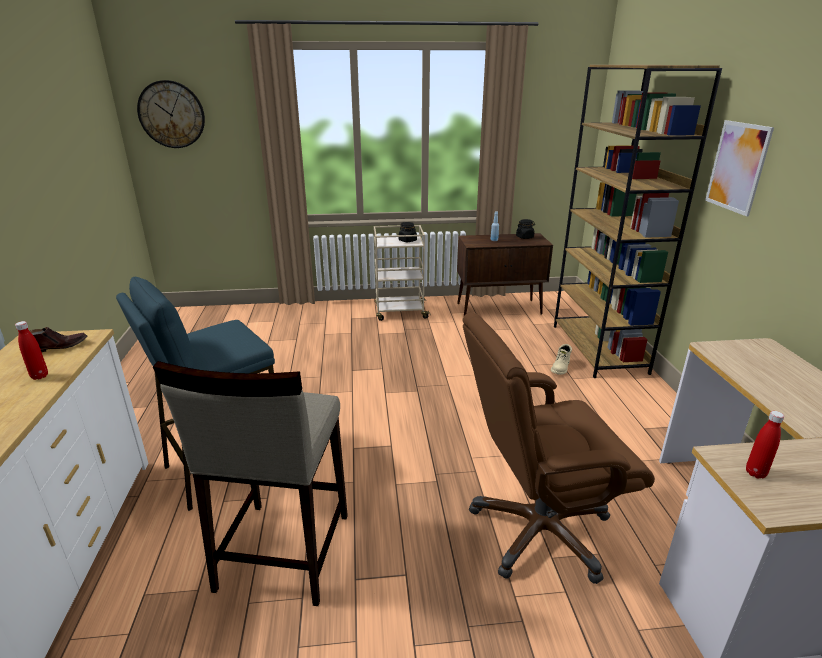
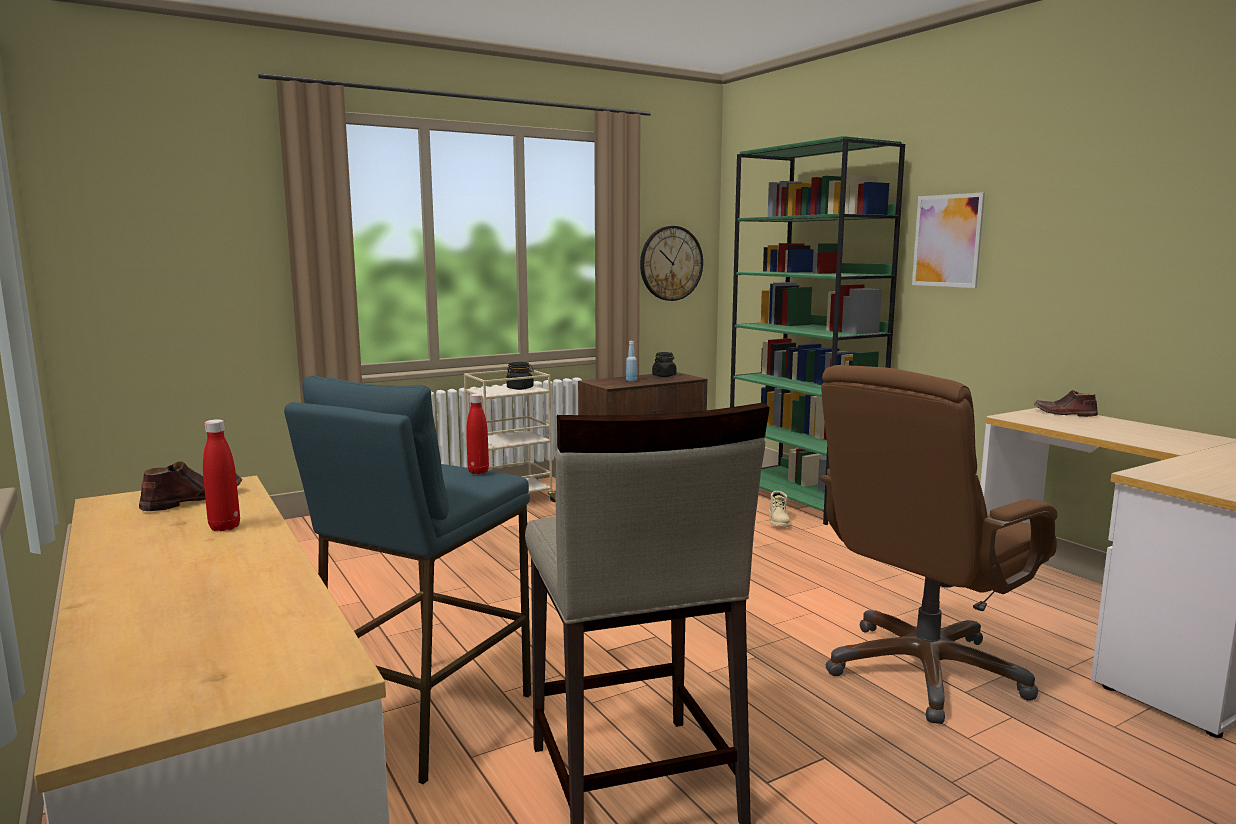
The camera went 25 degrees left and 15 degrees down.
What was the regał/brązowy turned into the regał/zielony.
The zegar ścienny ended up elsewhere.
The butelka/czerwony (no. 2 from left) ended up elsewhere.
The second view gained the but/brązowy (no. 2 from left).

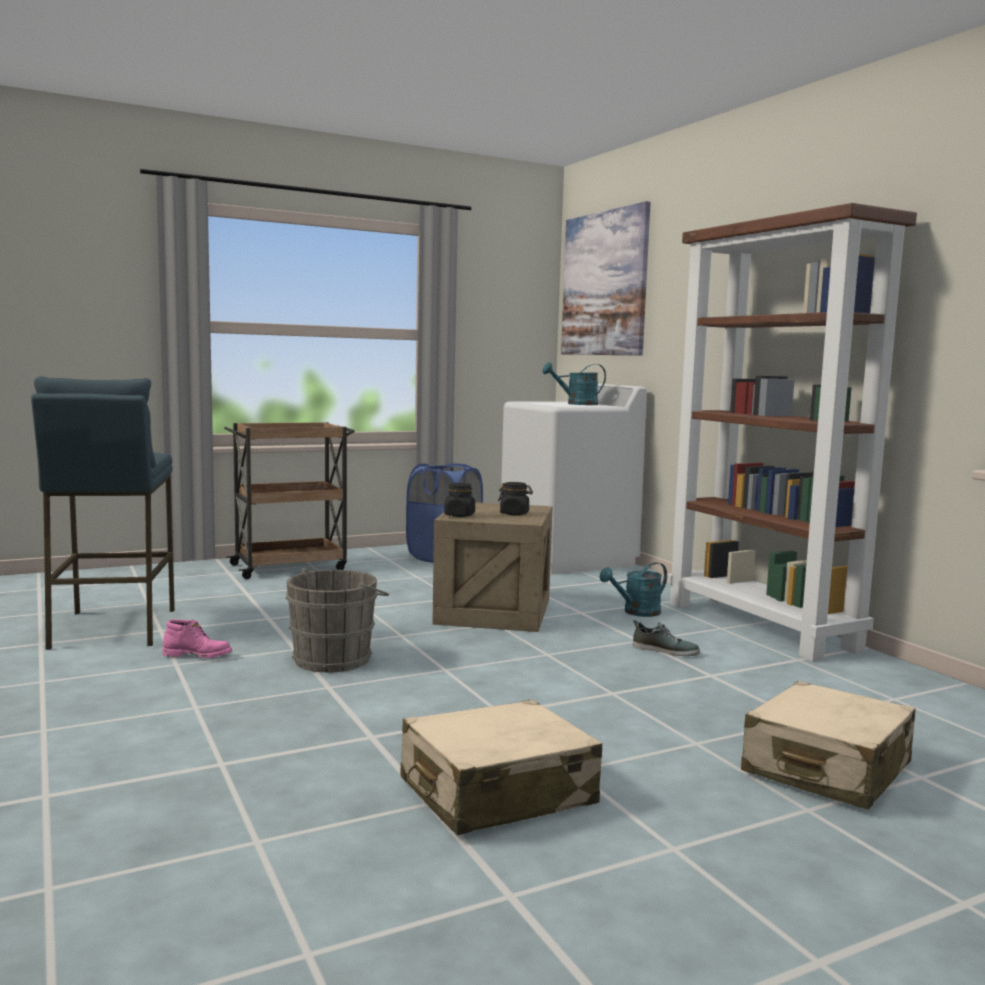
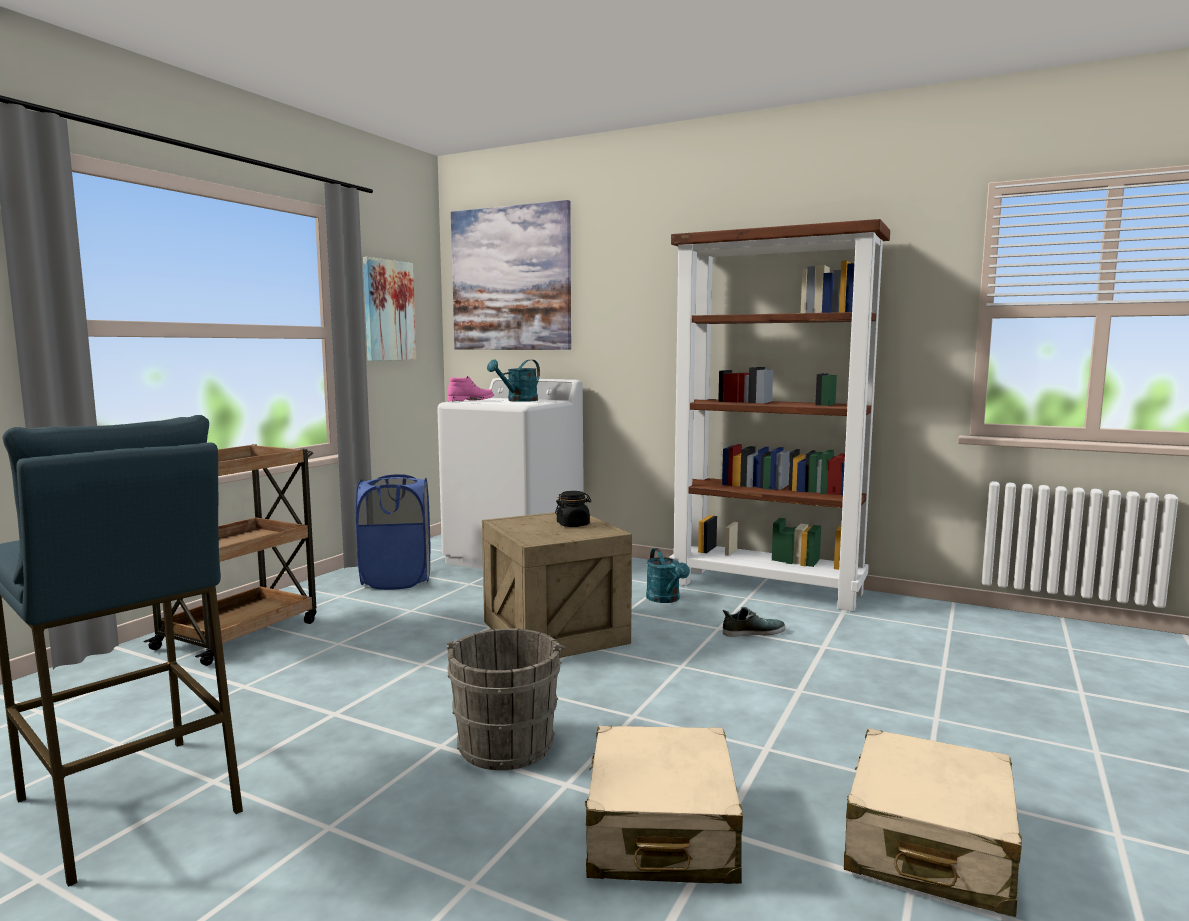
The camera went 35 degrees left and 0 degrees up.
The second view lost the słoik/czarny (no. 1 from left).
The konewka/turkusowy (no. 2 from left) ended up facing another way, 45 degrees counterclockwise from before.
The but z cholewką/różowy ended up elsewhere.
The walizka/beżowy (no. 2 from left in the first image) ended up elsewhere.
The second view gained the obraz (no. 1 from left).

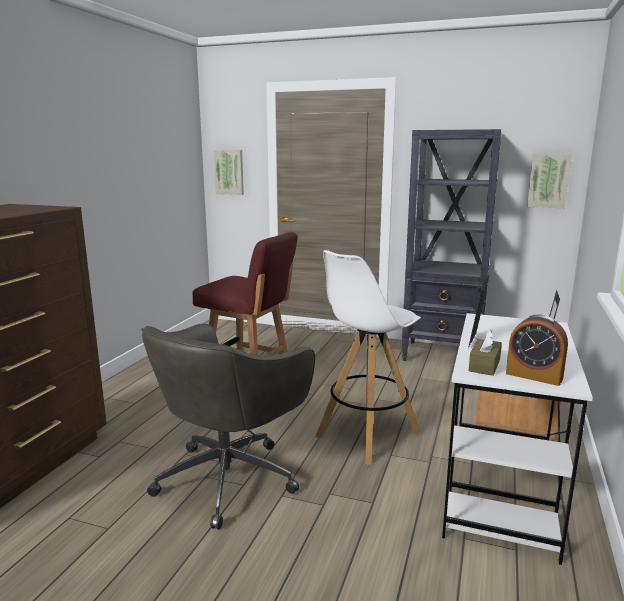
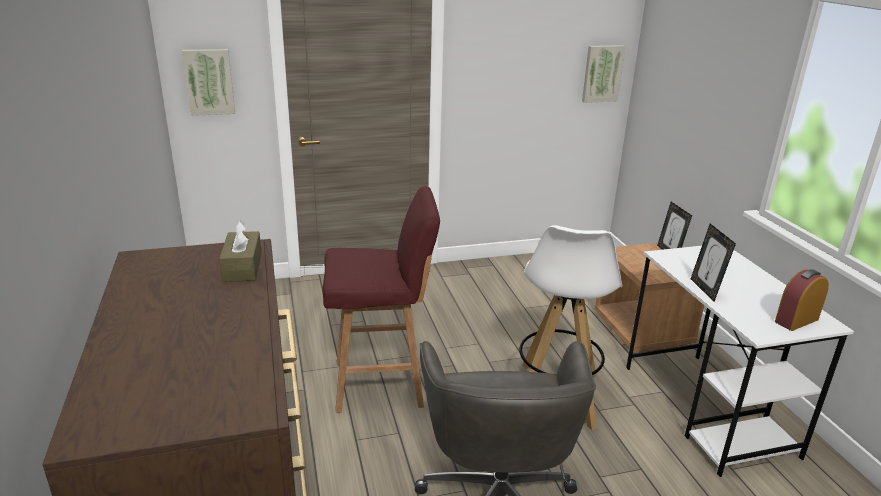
The camera went 35 degrees left and 10 degrees up.
The second view lost the regał/czarny.
The budzik ended up facing another way, 150 degrees clockwise from before.
The pudełko chusteczek/brązowy ended up elsewhere.

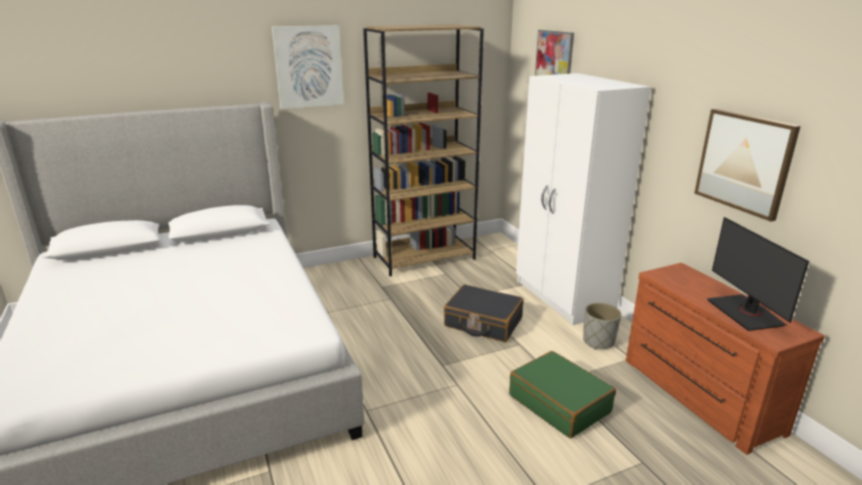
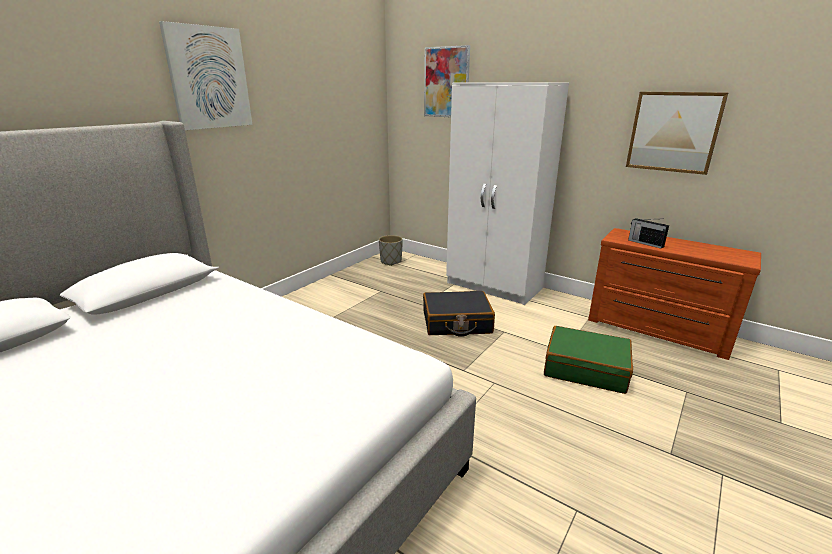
The camera went 30 degrees left and 0 degrees up.
The second view lost the regał/brązowy.
The second view lost the monitor.
The donica/szary ended up elsewhere.
The second view gained the radio.

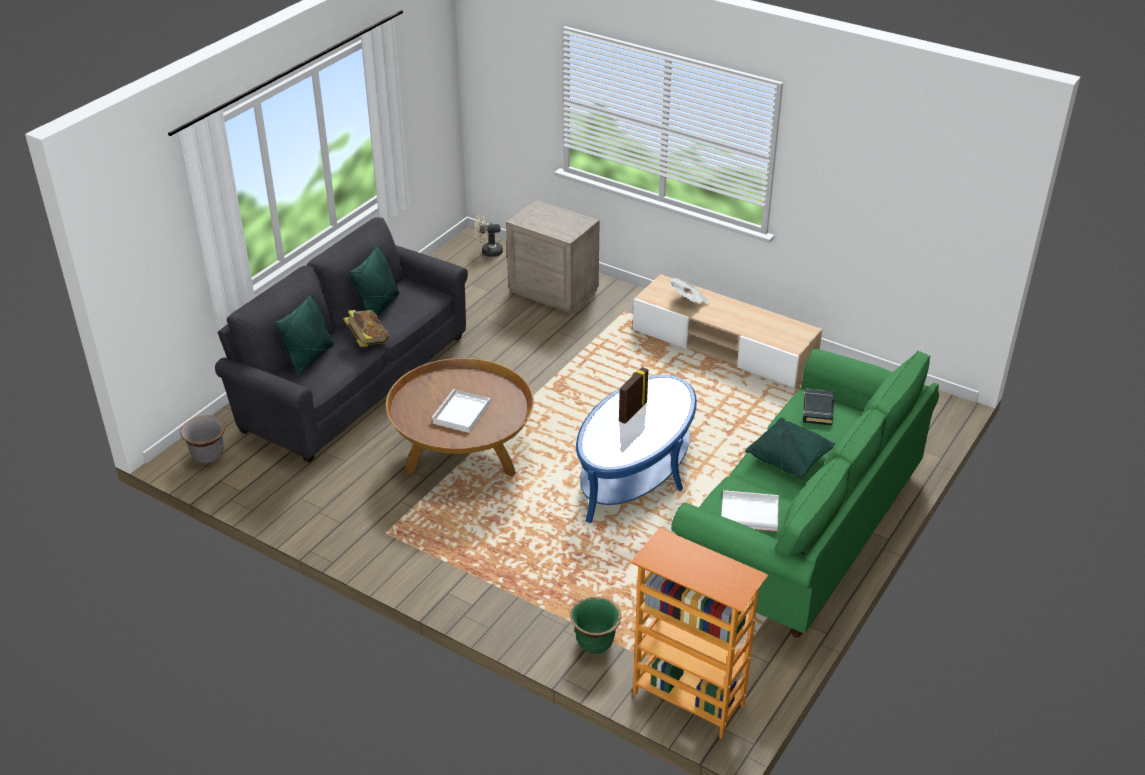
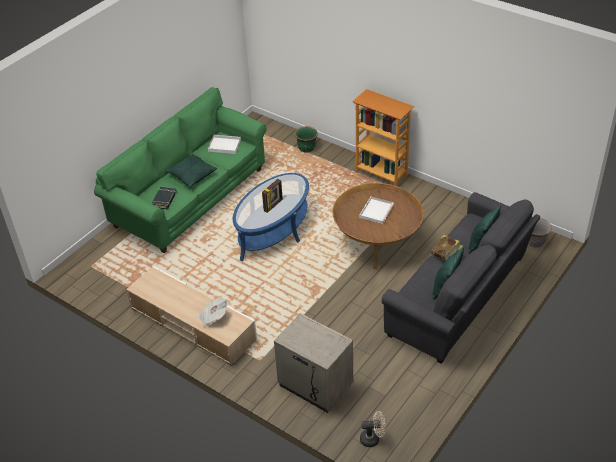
The camera went 175 degrees left and 5 degrees up.
The regał ended up elsewhere.

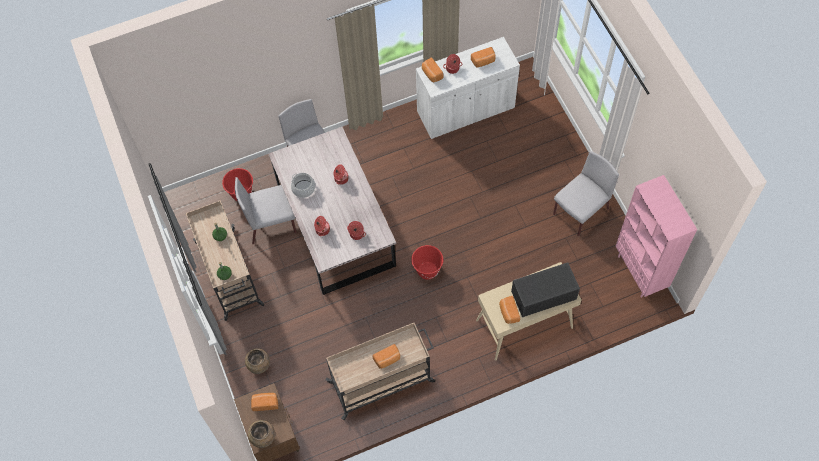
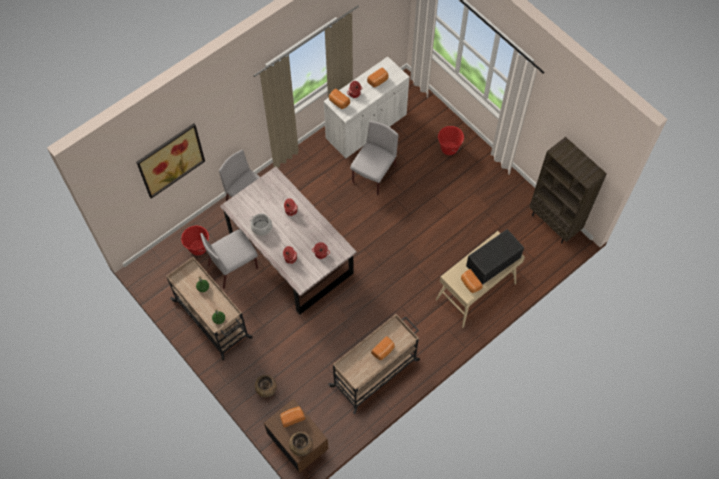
The camera went 20 degrees left and 0 degrees up.
The krzesło/szary (no. 3 from left) ended up elsewhere.
What was the regał/różowy turned into the regał/brązowy.
The wiadro/czerwony (no. 2 from left) ended up elsewhere.
The second view gained the obraz.

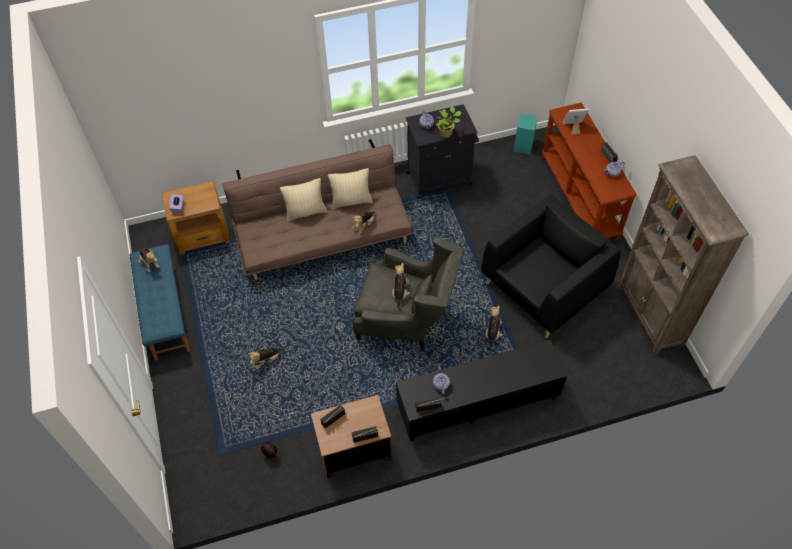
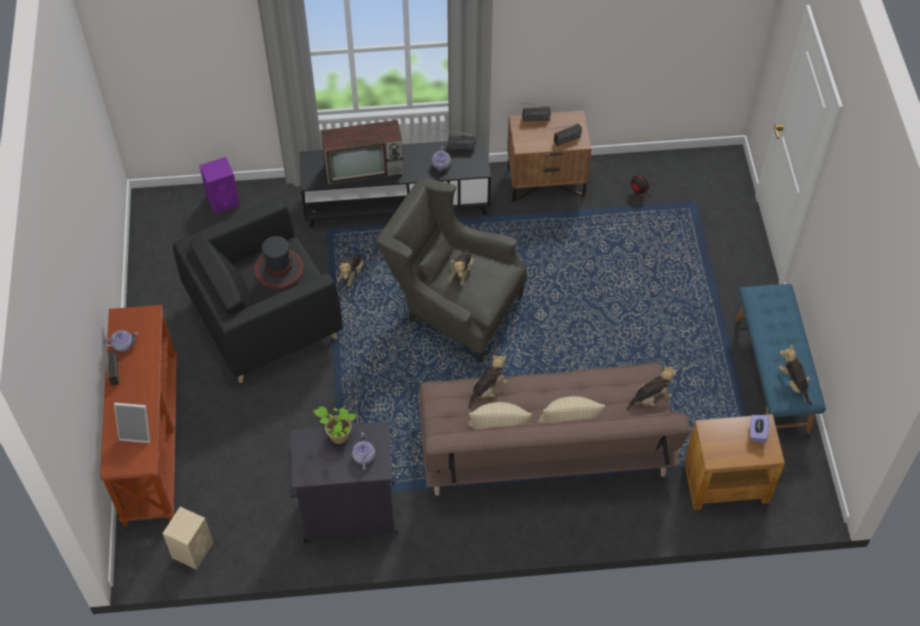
The camera went 170 degrees left and 0 degrees up.
What was the głośnik/turkusowy turned into the głośnik/beżowy.
The second view lost the regał/brązowy.
The pluszak (no. 2 from left in the first image) ended up elsewhere.
The second view gained the telewizor.
The second view gained the głośnik/fioletowy.
The second view gained the kapelusz.

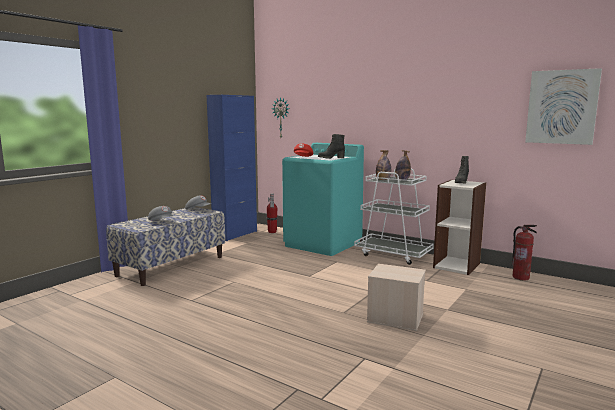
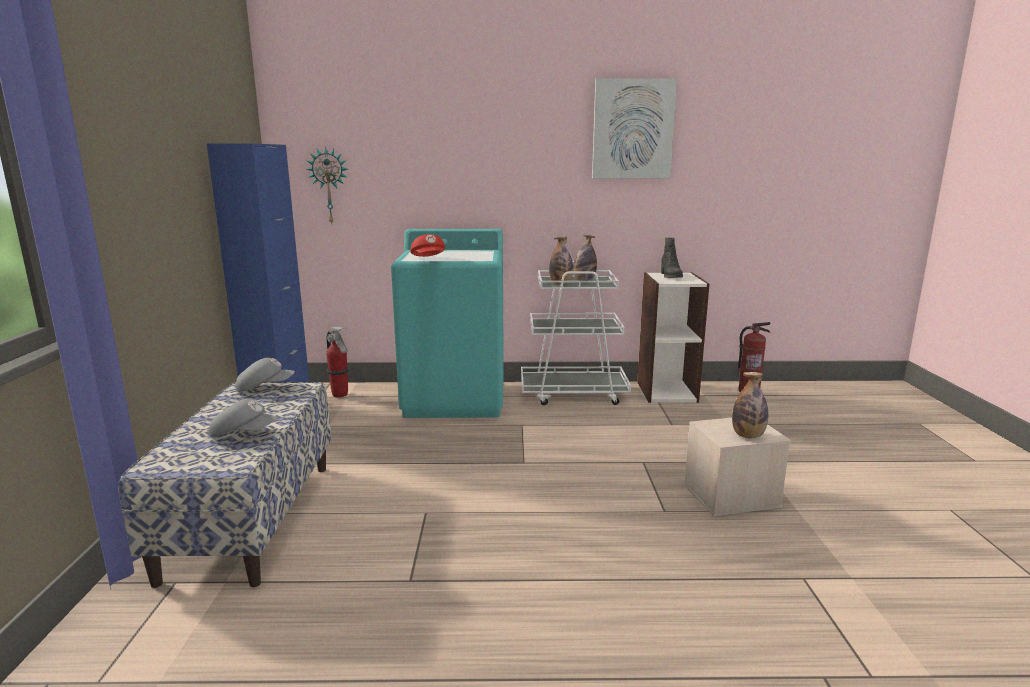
The camera went 35 degrees left and 5 degrees up.
The obraz ended up elsewhere.
The second view lost the but z cholewką/czarny (no. 1 from left).
The second view gained the butelka (no. 3 from left).

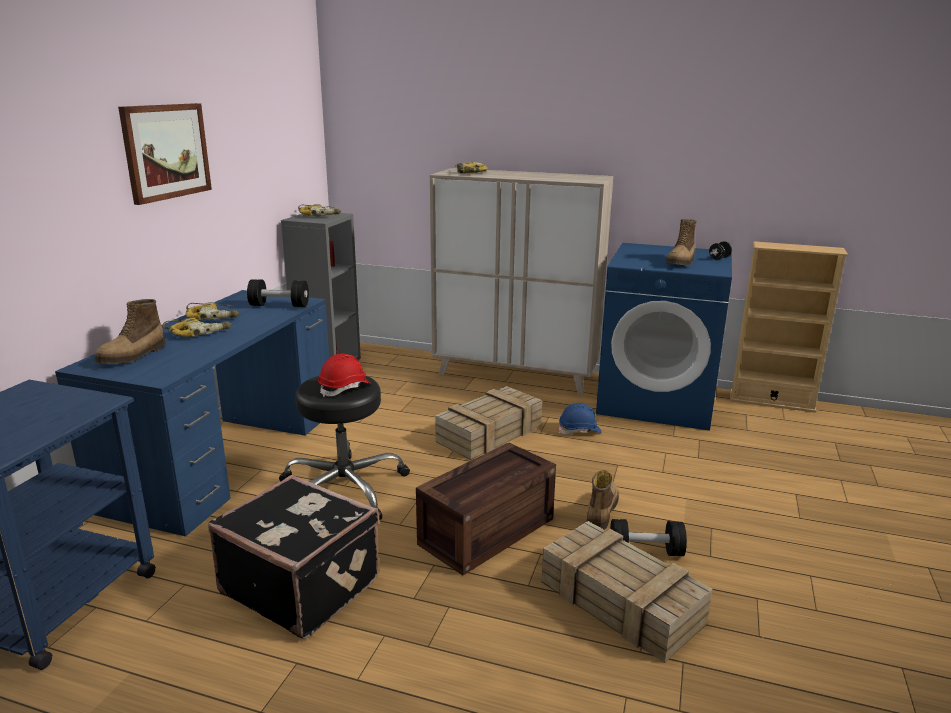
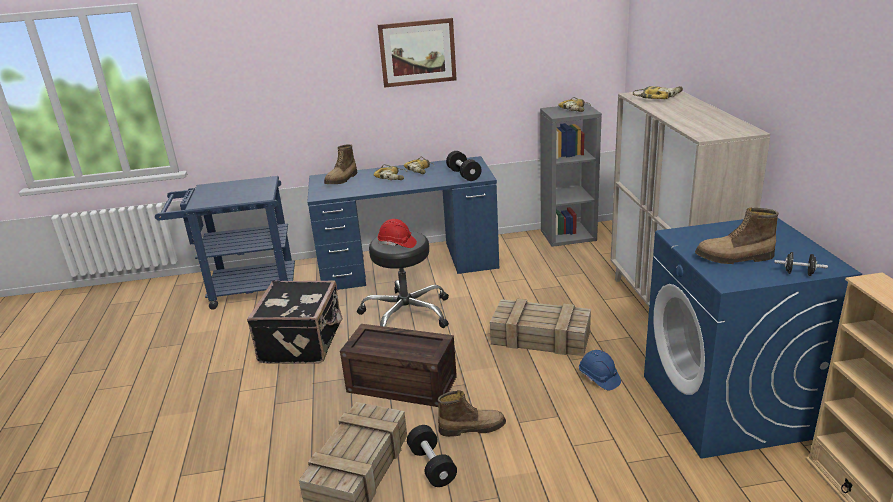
The camera went 65 degrees right and 5 degrees up.
The but z cholewką (no. 1 from left) ended up facing another way, 60 degrees counterclockwise from before.

